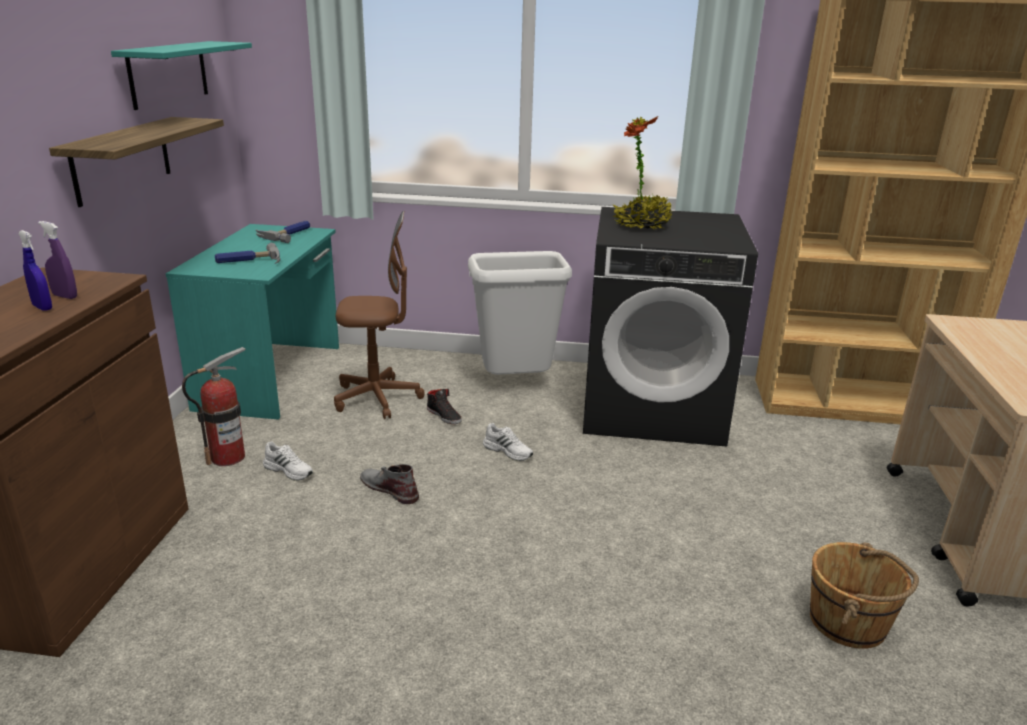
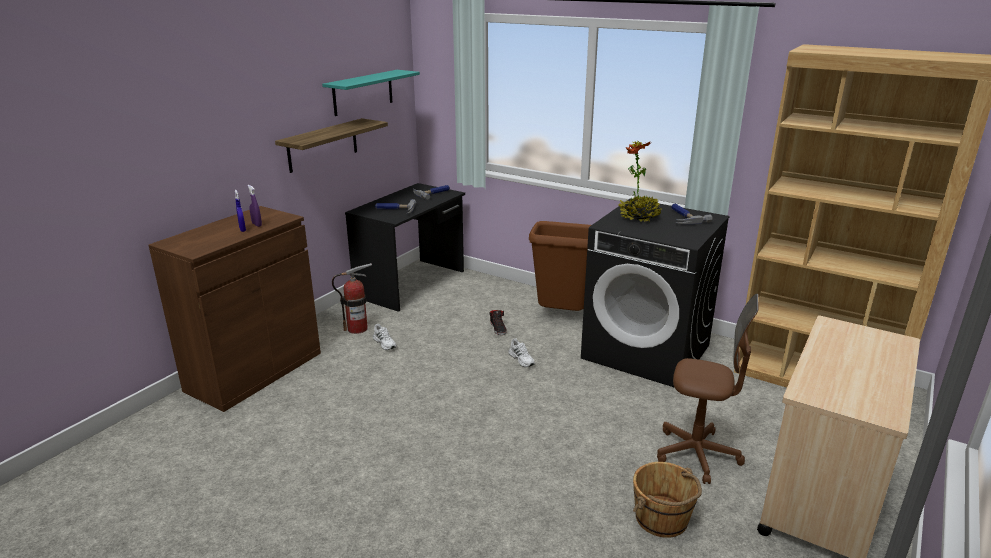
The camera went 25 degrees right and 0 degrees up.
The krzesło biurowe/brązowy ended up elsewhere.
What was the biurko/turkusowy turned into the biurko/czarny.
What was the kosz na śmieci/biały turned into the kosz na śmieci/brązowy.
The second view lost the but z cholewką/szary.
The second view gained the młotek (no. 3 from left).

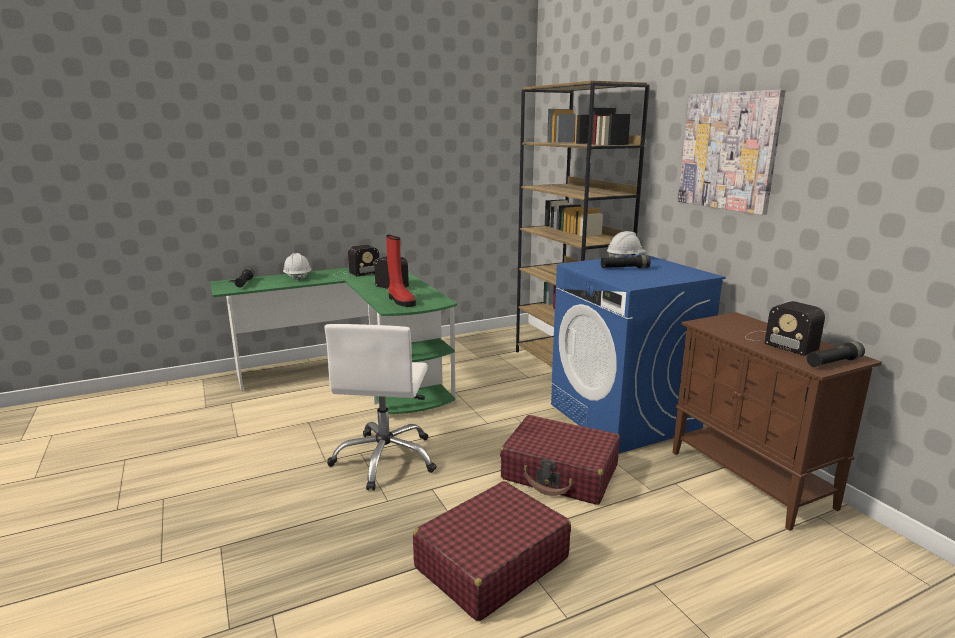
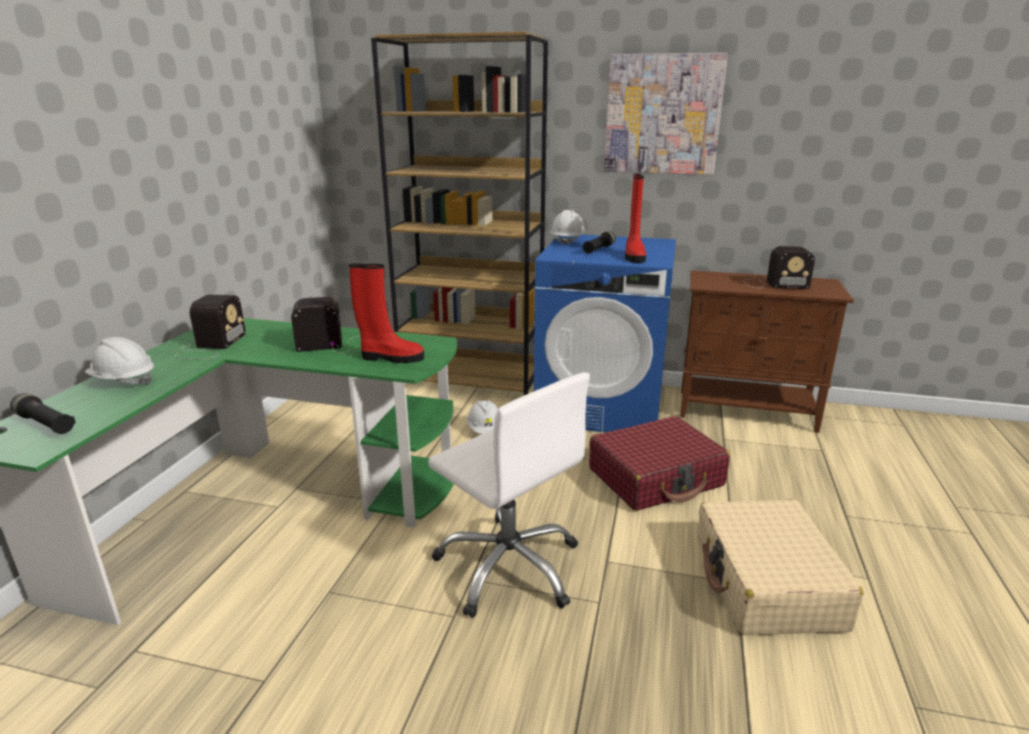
The camera went 50 degrees left and 5 degrees up.
The second view lost the latarka/czarny (no. 3 from left).
What was the walizka/czerwony (no. 1 from left) turned into the walizka/beżowy.
The second view gained the but z cholewką/czerwony (no. 2 from left).
The second view gained the kask/biały (no. 2 from left).

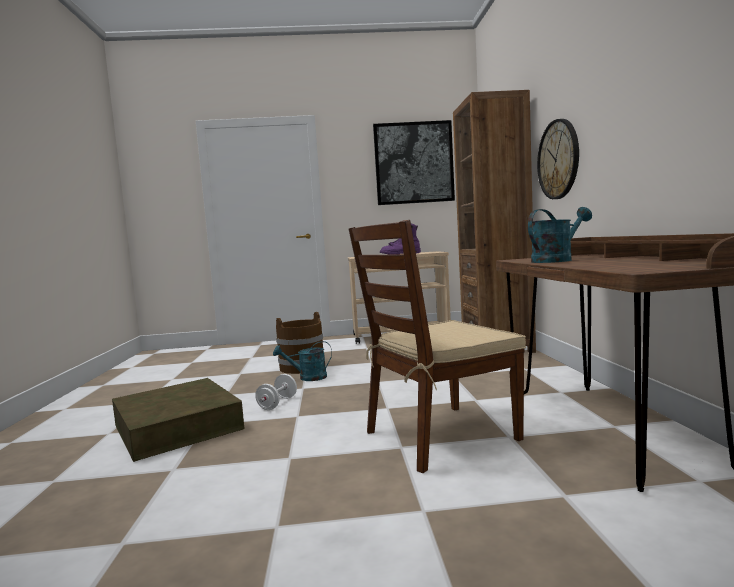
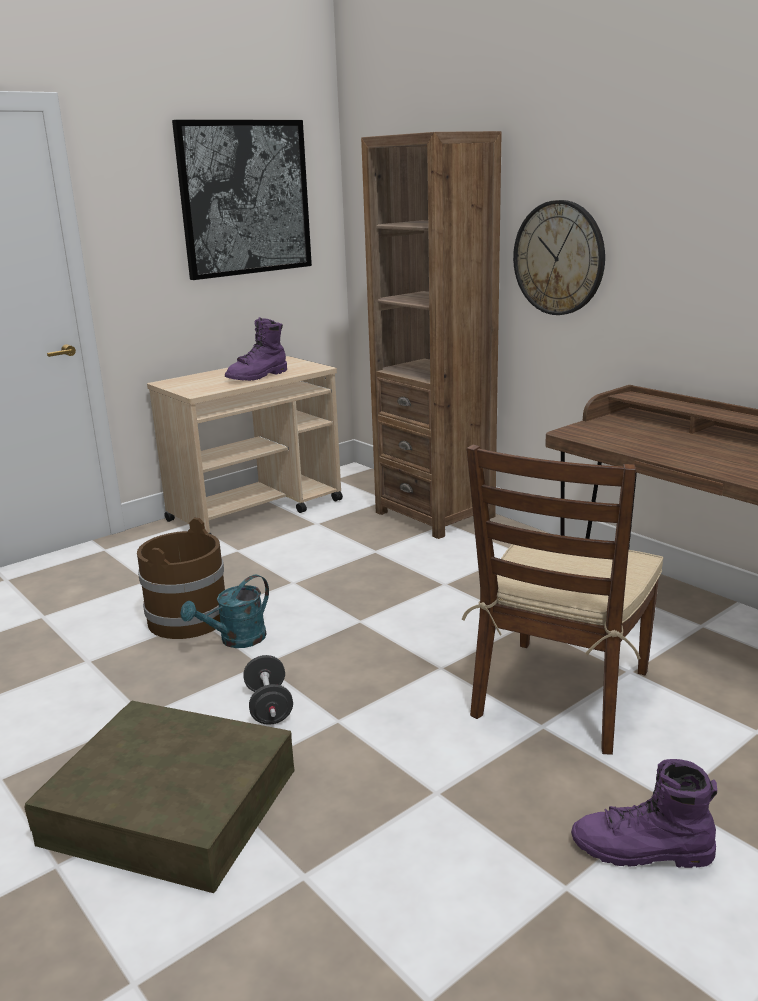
The camera went 35 degrees left and 15 degrees up.
The second view lost the konewka/turkusowy (no. 2 from left).
What was the hantel/biały turned into the hantel/czarny.
The second view gained the but z cholewką/fioletowy (no. 2 from left).

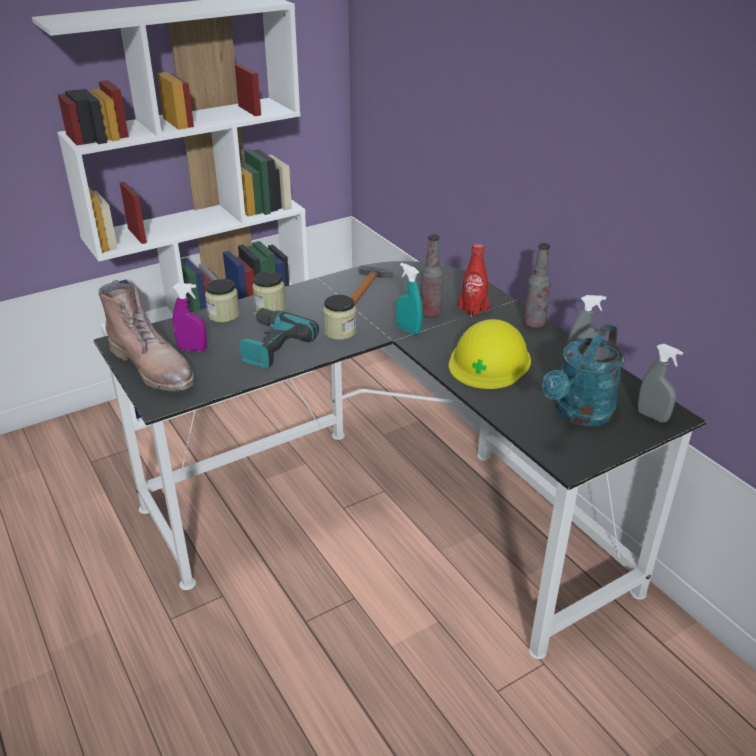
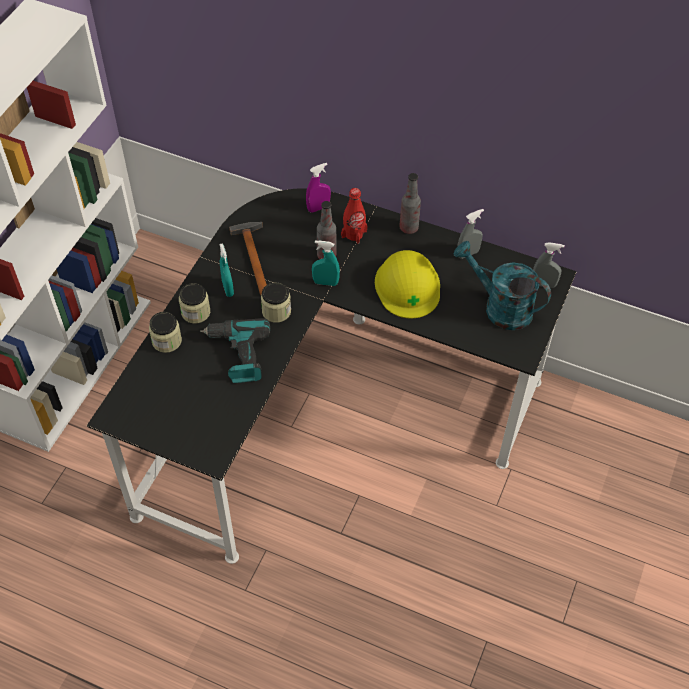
The camera went 35 degrees left and 20 degrees up.
The second view lost the but z cholewką/brązowy.
The spryskiwacz/fioletowy ended up elsewhere.
The konewka/turkusowy ended up facing another way, 120 degrees clockwise from before.
The second view gained the spryskiwacz/turkusowy (no. 1 from left).

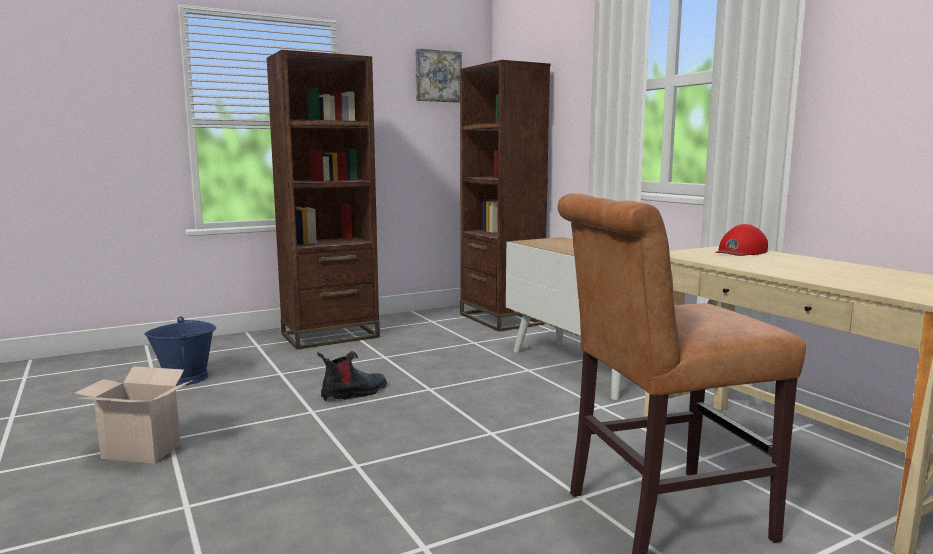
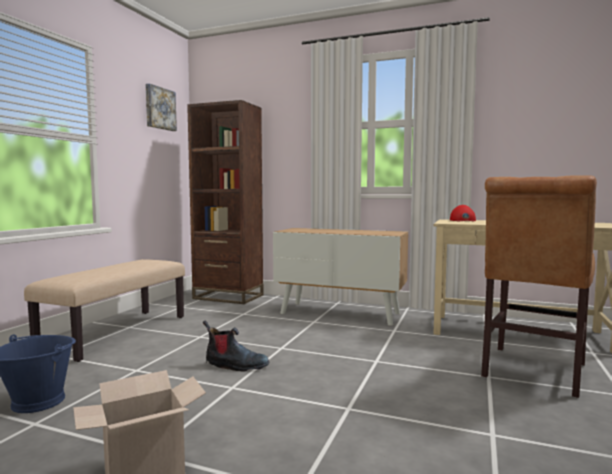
The camera went 40 degrees left and 5 degrees down.
Where the regał/brązowy (no. 1 from left) stood, the ławka/beżowy came to stand.
The but z cholewką ended up facing another way, 90 degrees clockwise from before.

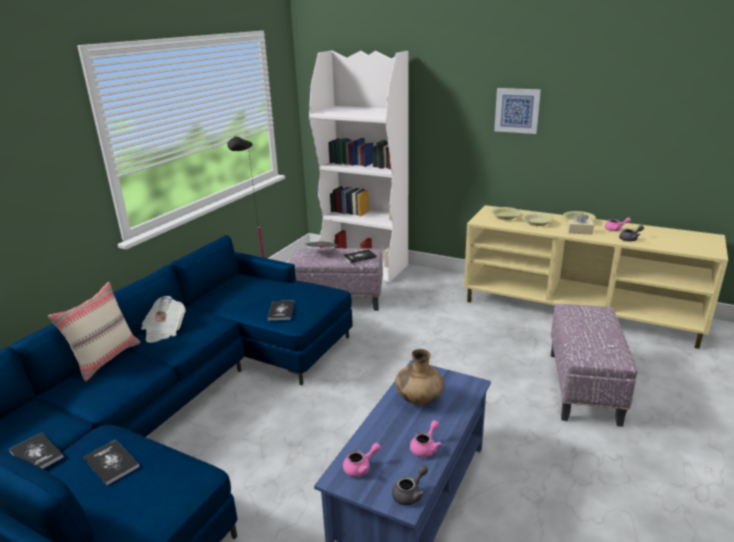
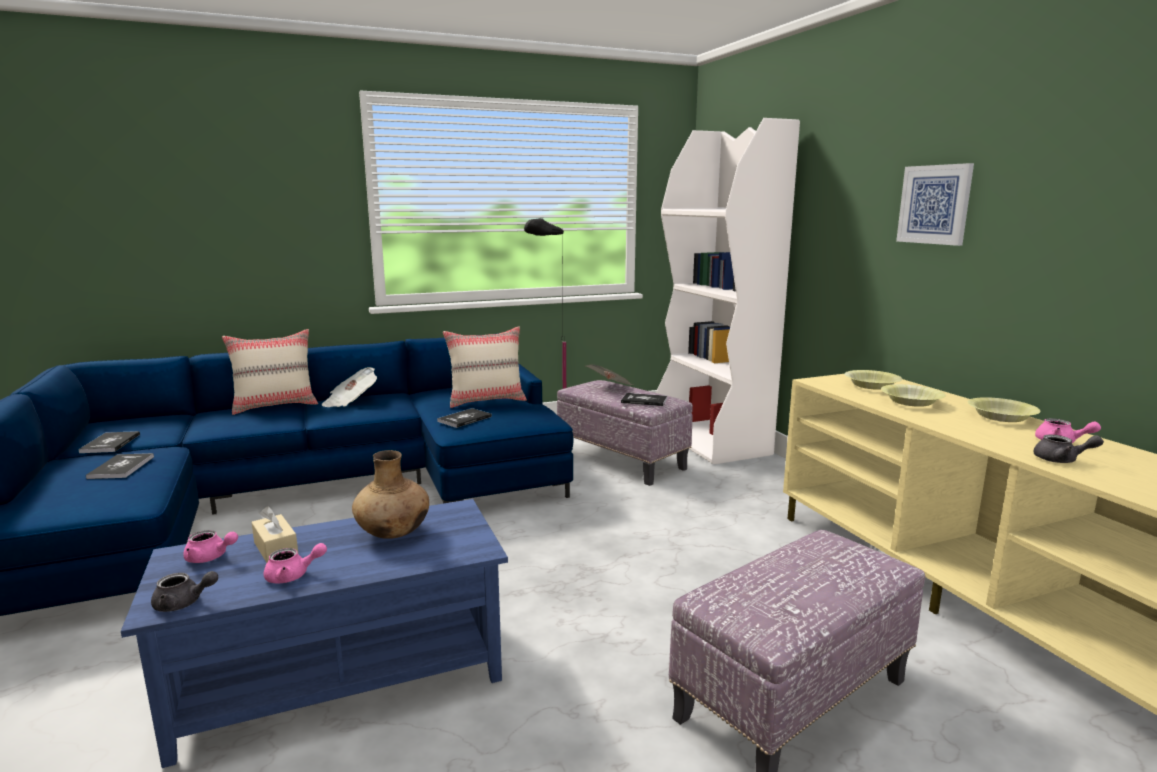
The camera went 40 degrees right and 10 degrees down.
The pudełko chusteczek/beżowy ended up elsewhere.
The second view gained the poduszka/beżowy (no. 2 from left).

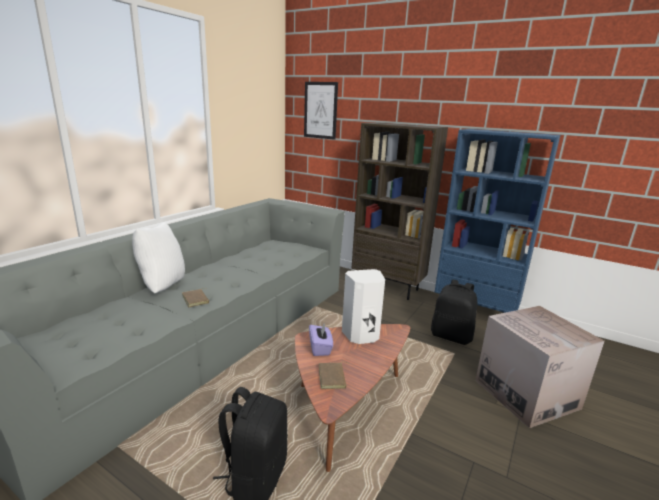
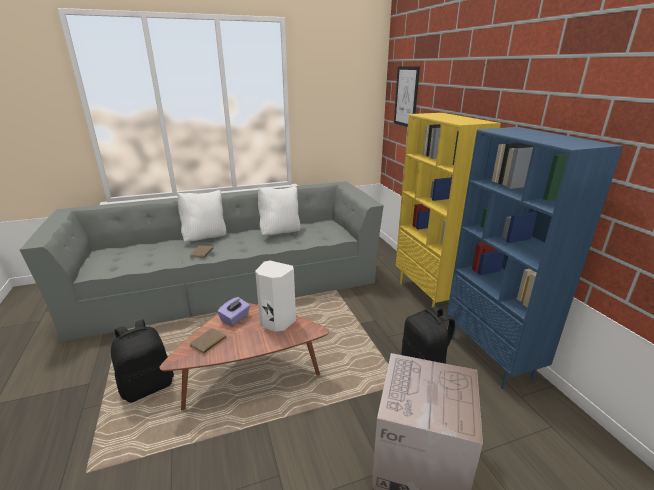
The camera went 40 degrees right and 5 degrees up.
What was the regał/brązowy turned into the regał/żółty.
The second view gained the poduszka/biały (no. 2 from left).

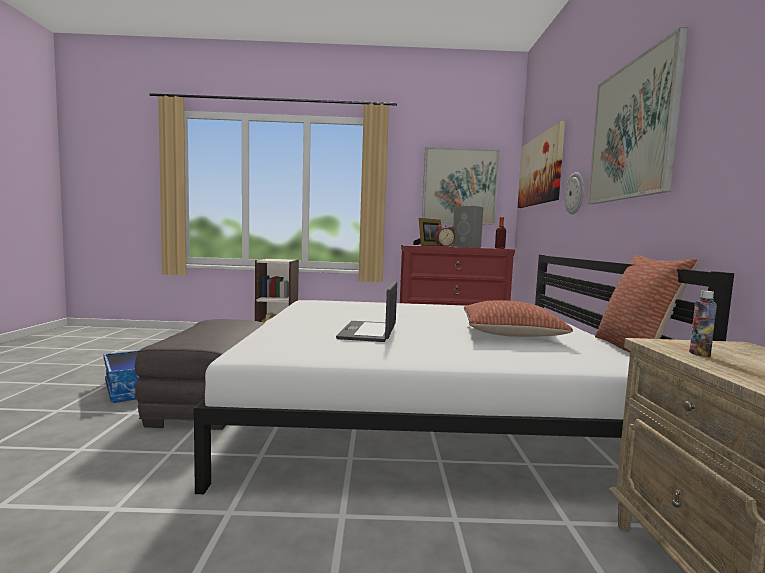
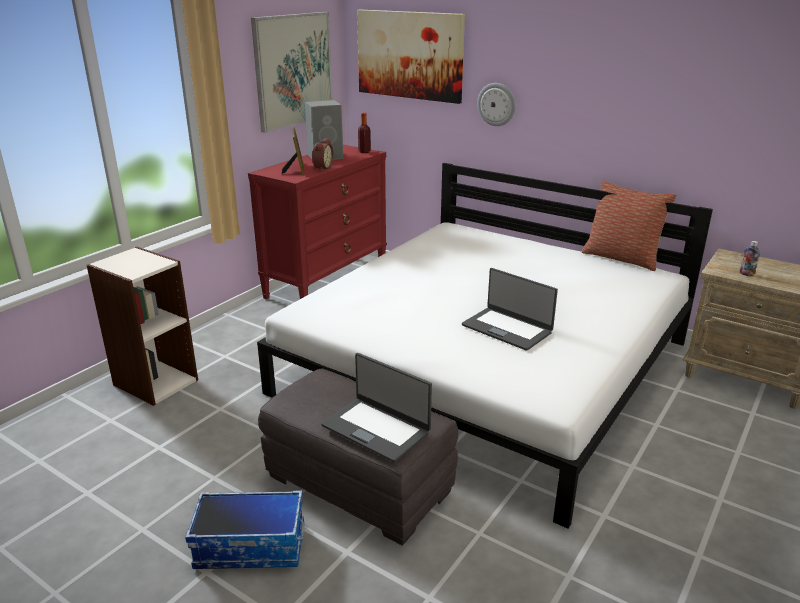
The camera went 55 degrees left and 20 degrees up.
The second view lost the obraz (no. 3 from left).
The second view lost the poduszka (no. 1 from left).
The second view gained the laptop (no. 1 from left).

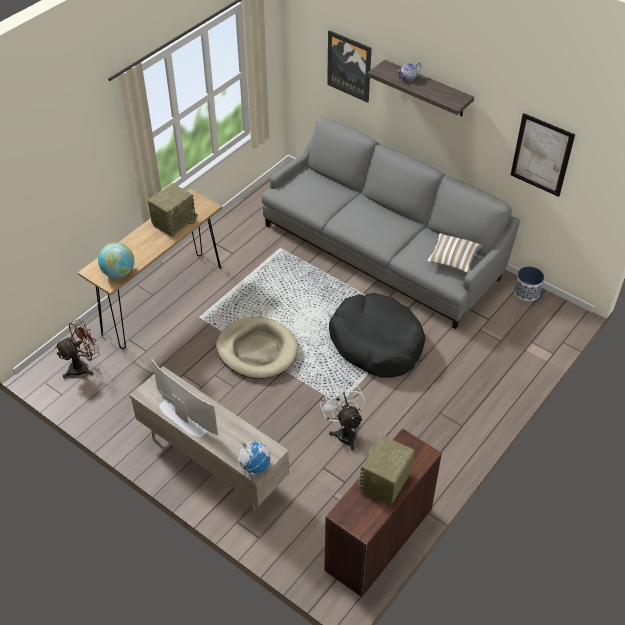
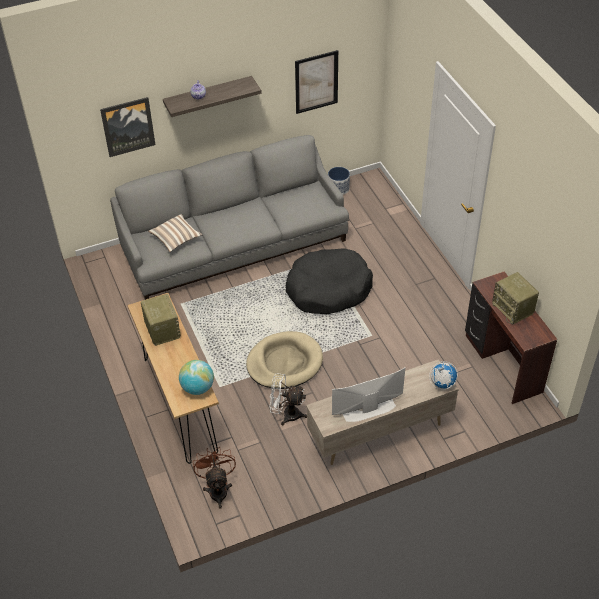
The camera went 60 degrees left and 0 degrees up.
The poduszka ended up elsewhere.
The wentylator/biały ended up elsewhere.

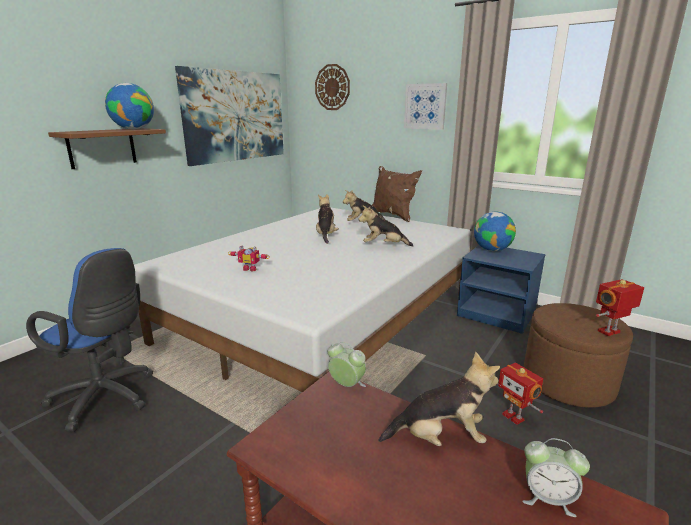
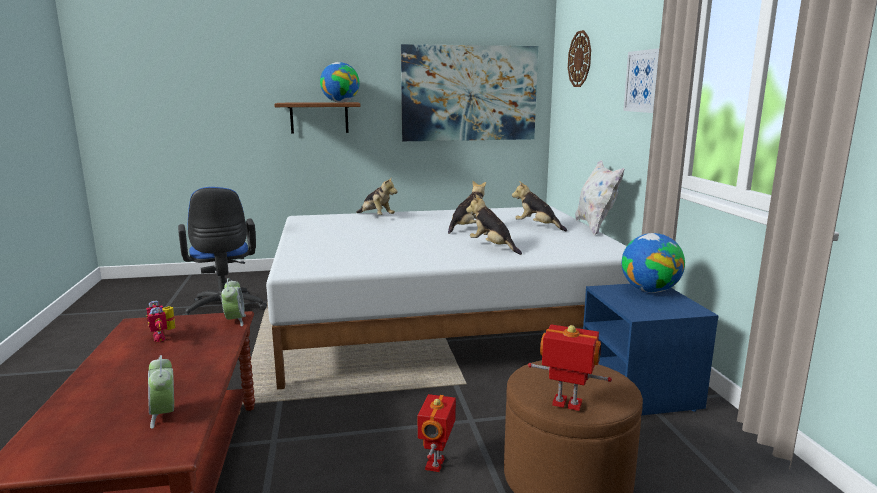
The camera went 45 degrees right and 5 degrees down.
What was the poduszka/brązowy turned into the poduszka/biały.
The robot zabawkowy (no. 1 from left) ended up elsewhere.
The pluszak (no. 4 from left in the first image) ended up elsewhere.

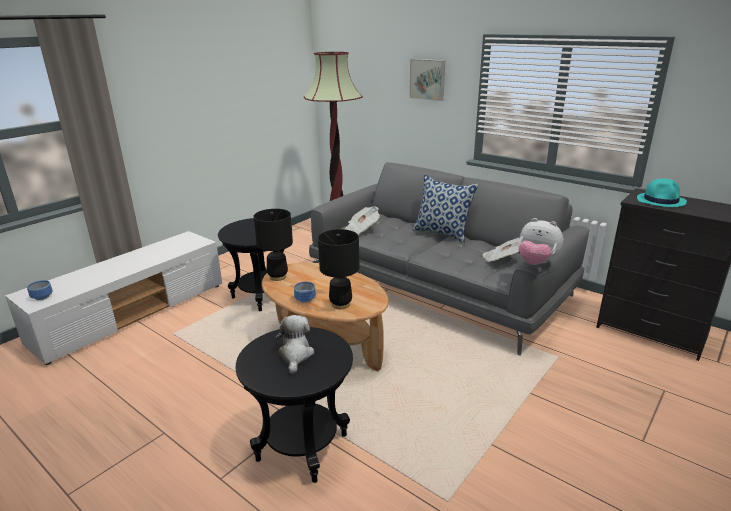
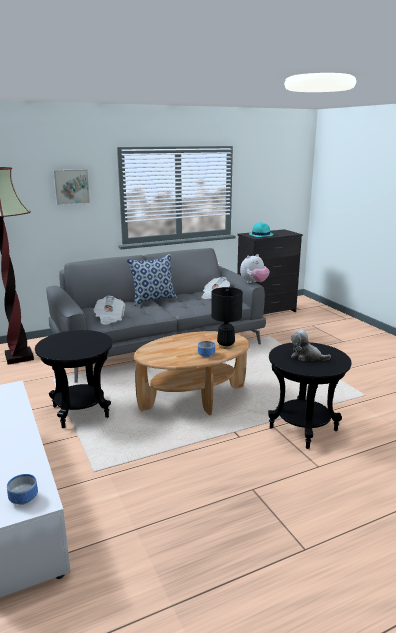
The camera went 65 degrees left and 5 degrees down.
The second view lost the lampa stołowa/czarny (no. 1 from left).

